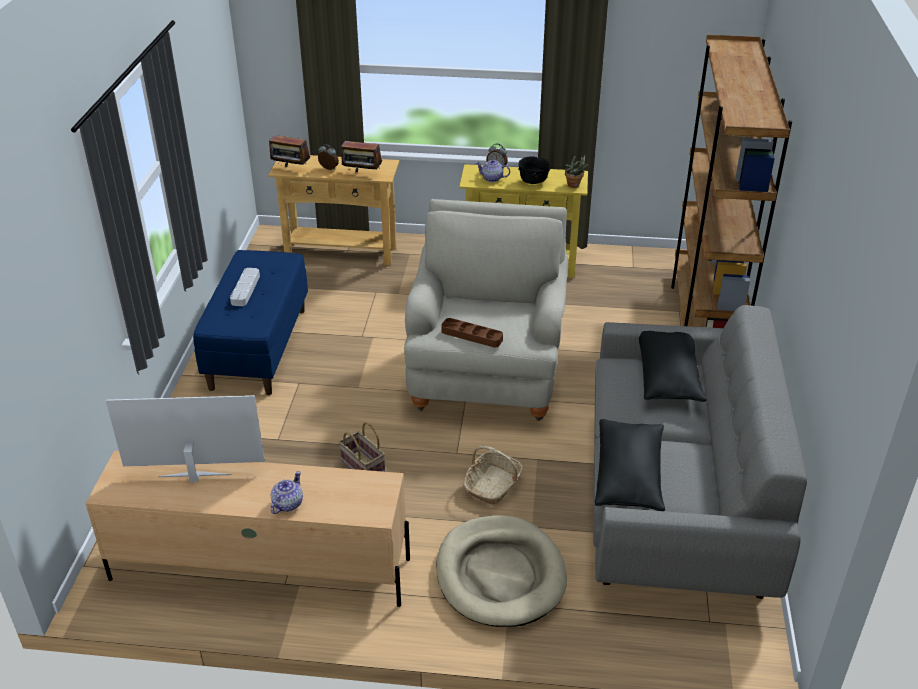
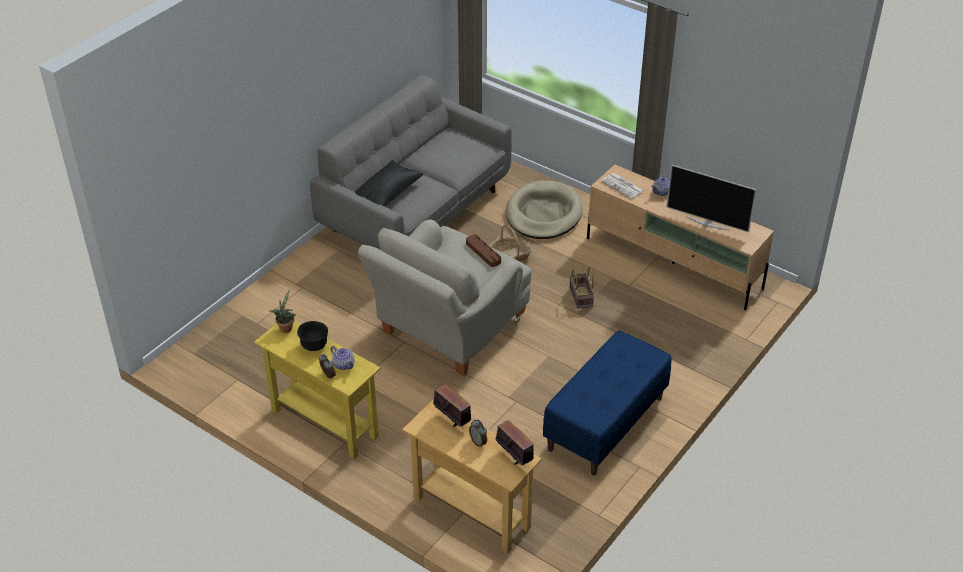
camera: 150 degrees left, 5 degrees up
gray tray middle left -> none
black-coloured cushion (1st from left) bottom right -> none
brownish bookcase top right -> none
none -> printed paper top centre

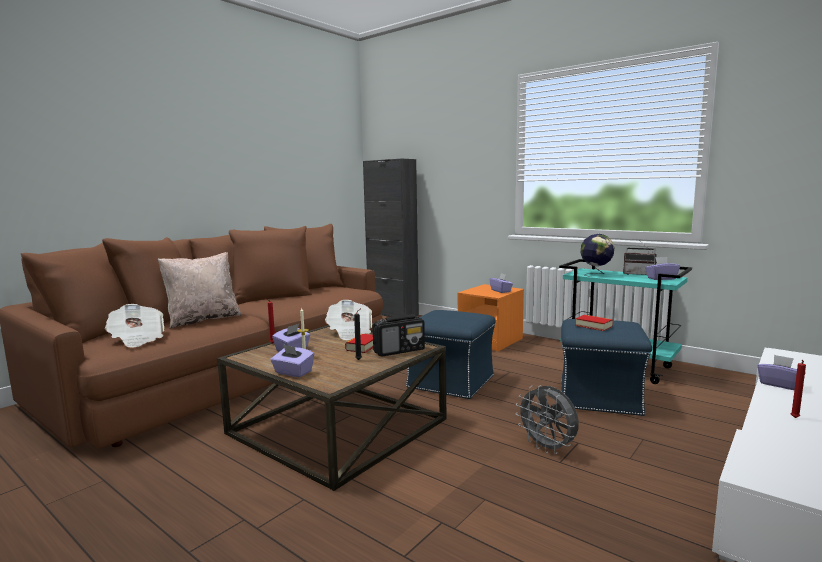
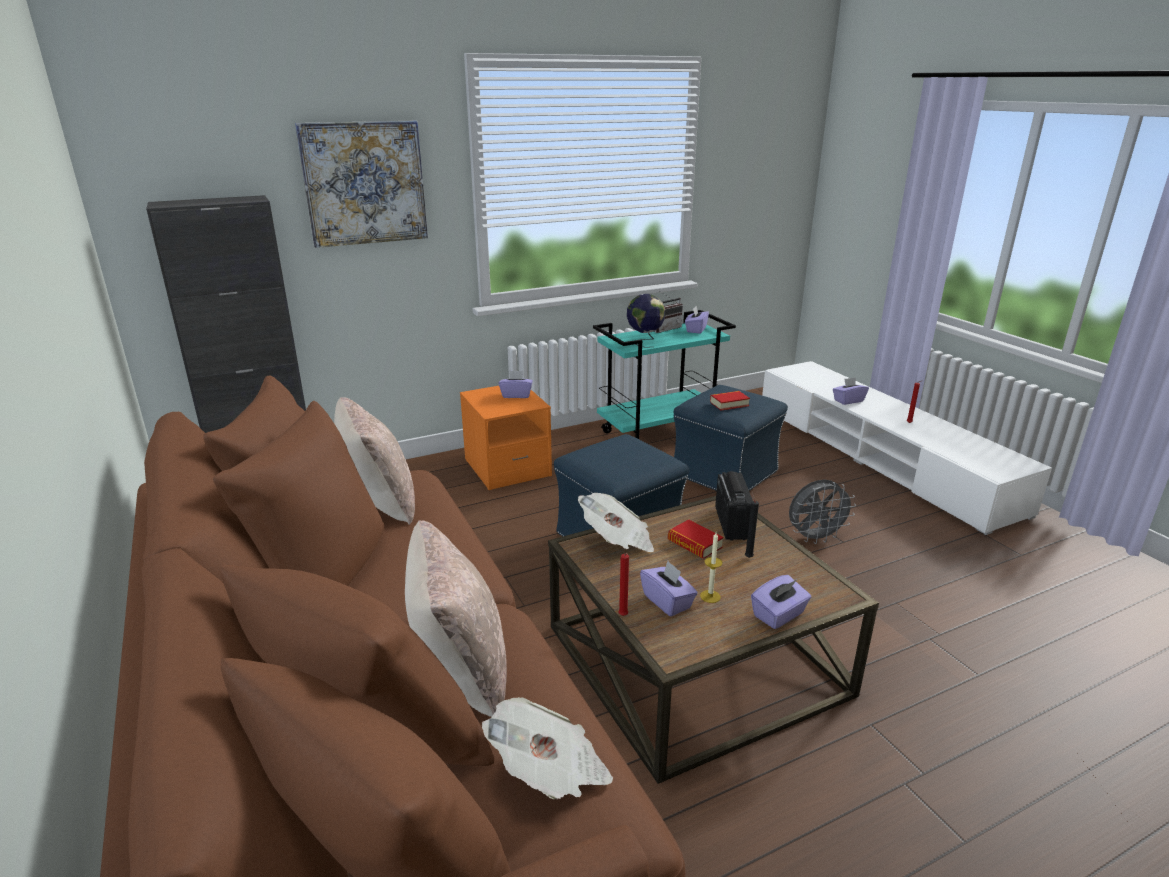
camera: 65 degrees left, 15 degrees up
none -> wall art top left
none -> sand-coloured cushion (1st from left) middle left

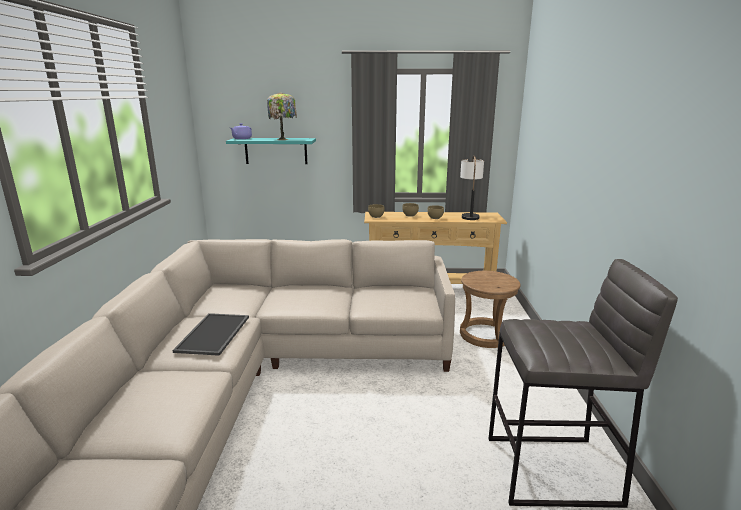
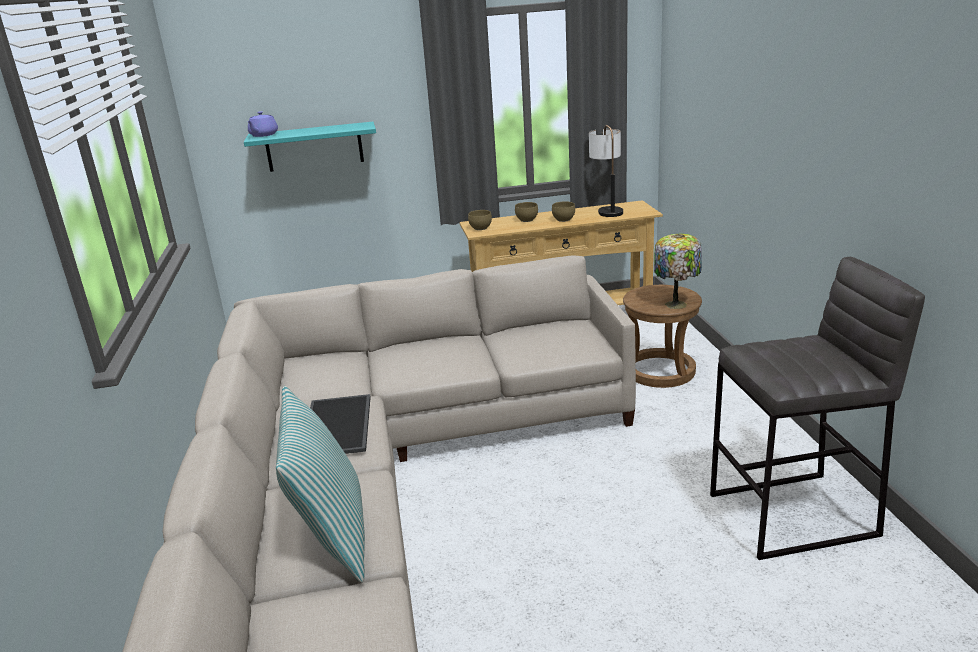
camera: 10 degrees left, 5 degrees up
none -> cushion bottom left
table lamp (1st from left in the first image) top centre -> table lamp (2nd from left) middle right, moved

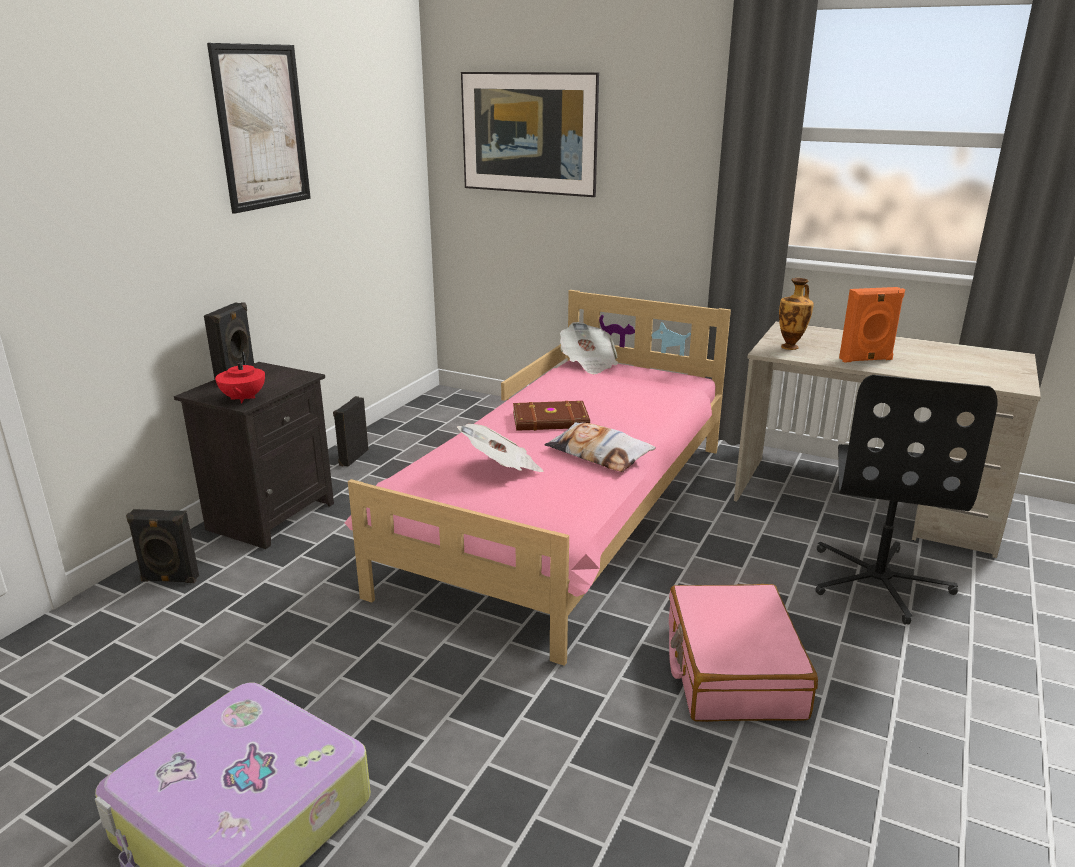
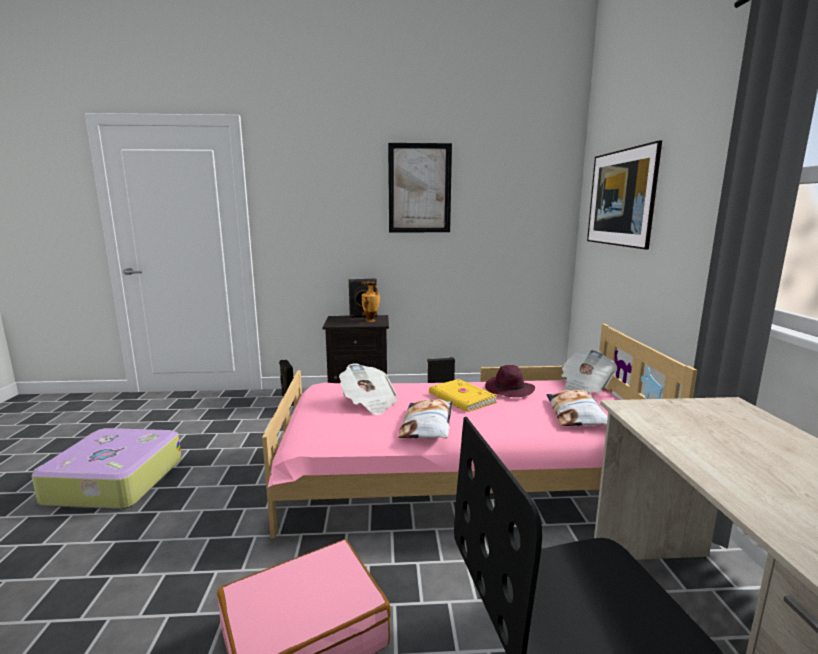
camera: 60 degrees right, 10 degrees down
red-coloured tea pot middle left -> none
orange-coloured speaker middle right -> none
none -> purple wearable hat centre
none -> cushion (2nd from left) middle right
decorative vase middle right -> decorative vase centre, moved
brownish book centre -> yellowish book centre

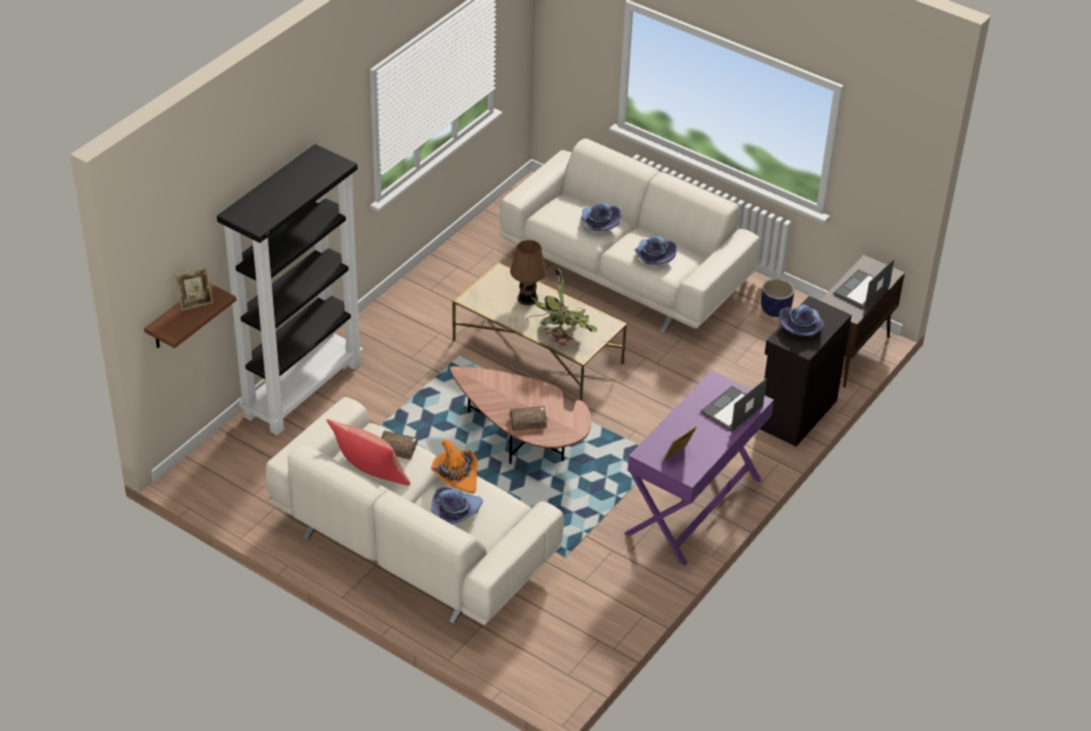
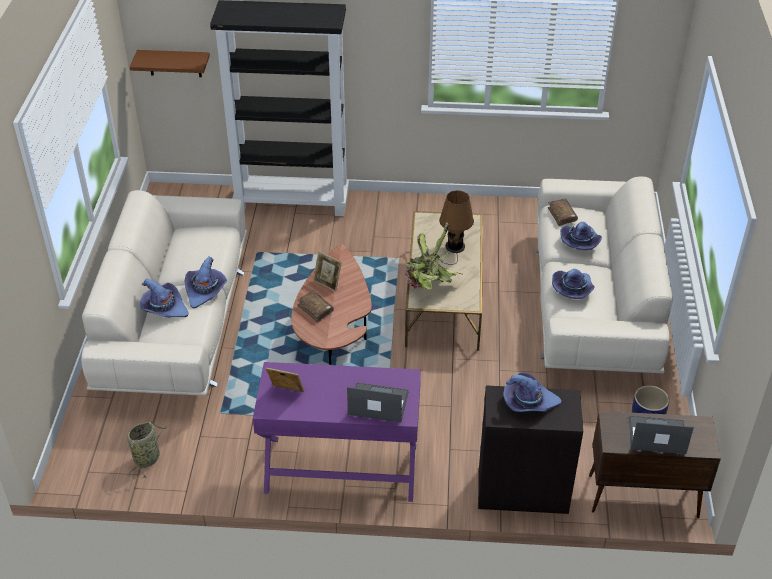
camera: 60 degrees right, 0 degrees up
red-coloured cushion centre -> none
none -> storage basket bottom left
photo frame (1st from left in the first image) middle left -> photo frame (2nd from left) centre, moved
brownish book (1st from left in the first image) centre -> brownish book (2nd from left) middle right, moved
orange-coloured wearable hat centre -> purple wearable hat (2nd from left) middle left

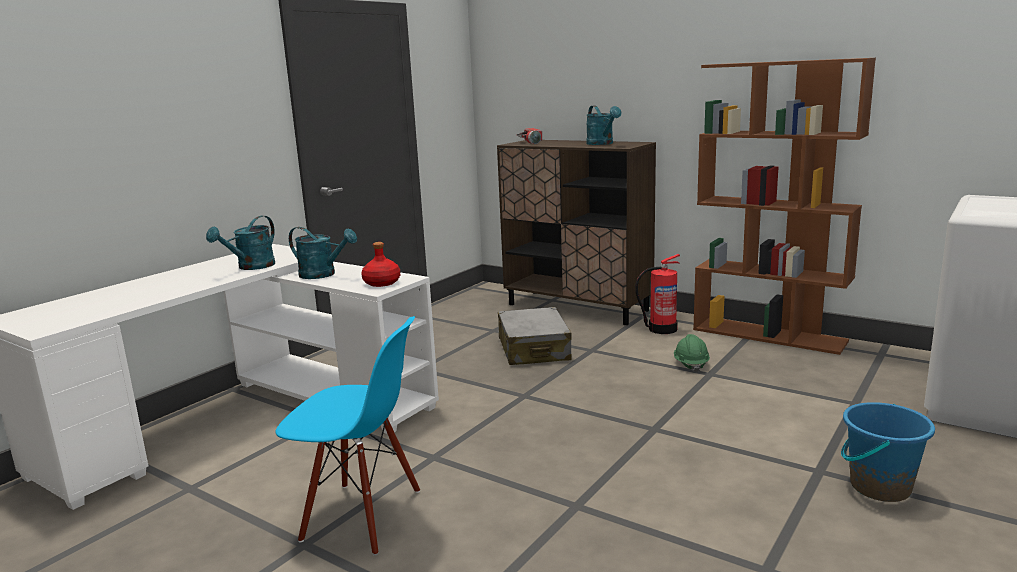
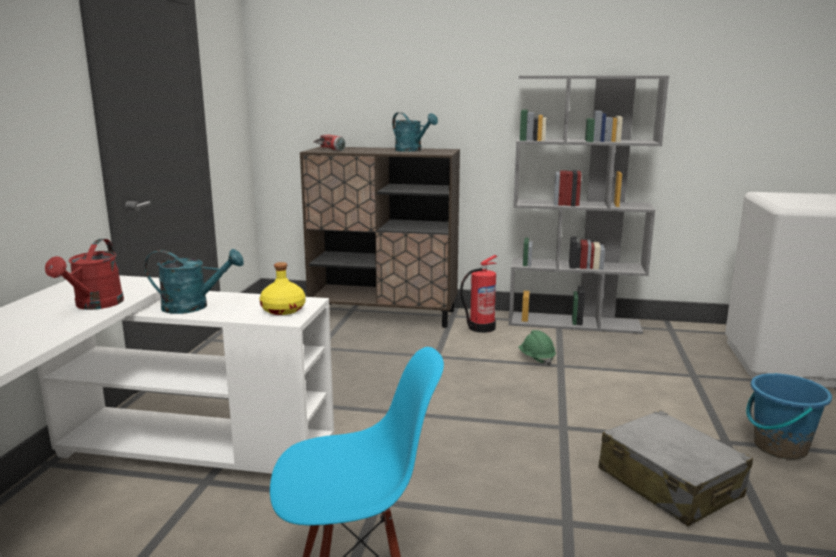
camera: 25 degrees left, 0 degrees up
gray travel case centre -> gray travel case bottom right, moved
turquoise sprinkling can (1st from left) middle left -> red-coloured sprinkling can middle left
red-coloured bottle centre -> yellowish bottle centre
brownish bookcase middle right -> gray bookcase middle right

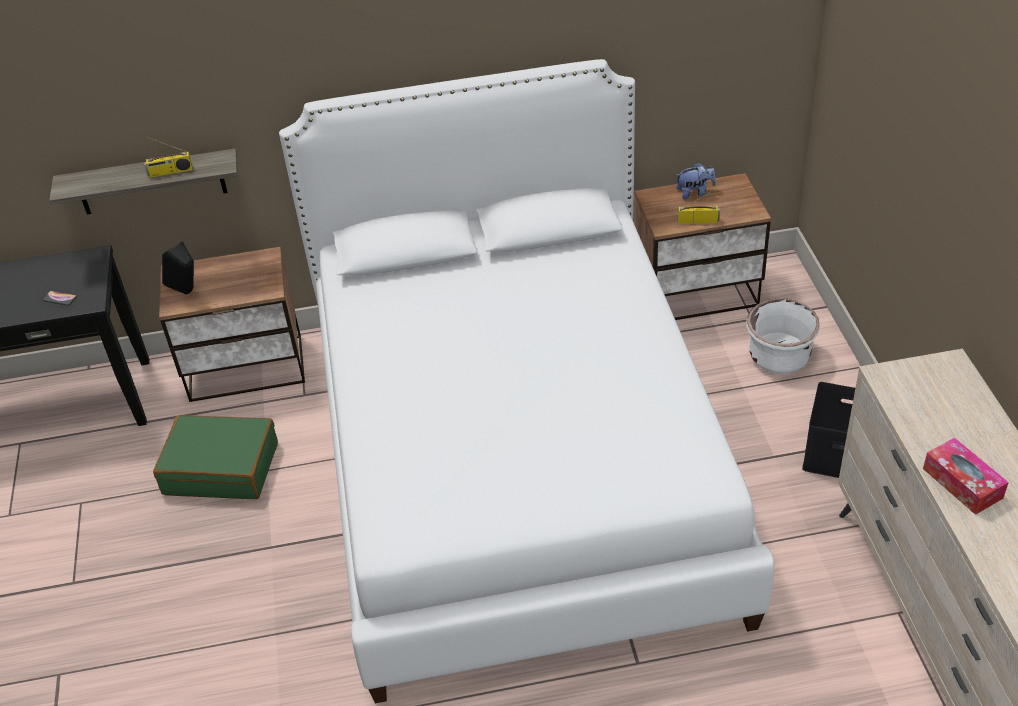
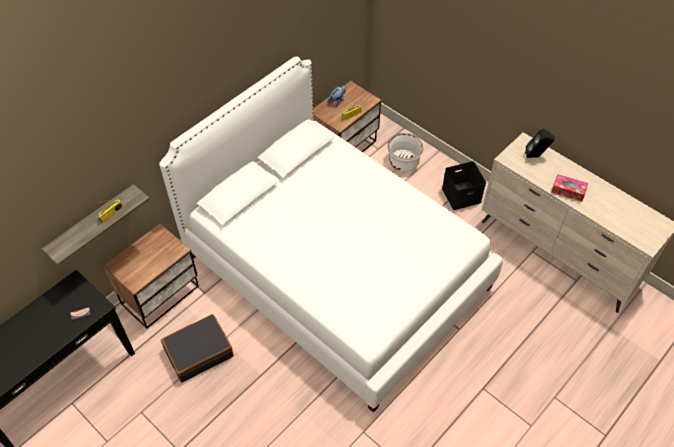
camera: 40 degrees left, 10 degrees up
black-coloured speaker middle left -> black-coloured speaker top right, moved
greenish travel case middle left -> black-coloured travel case bottom left

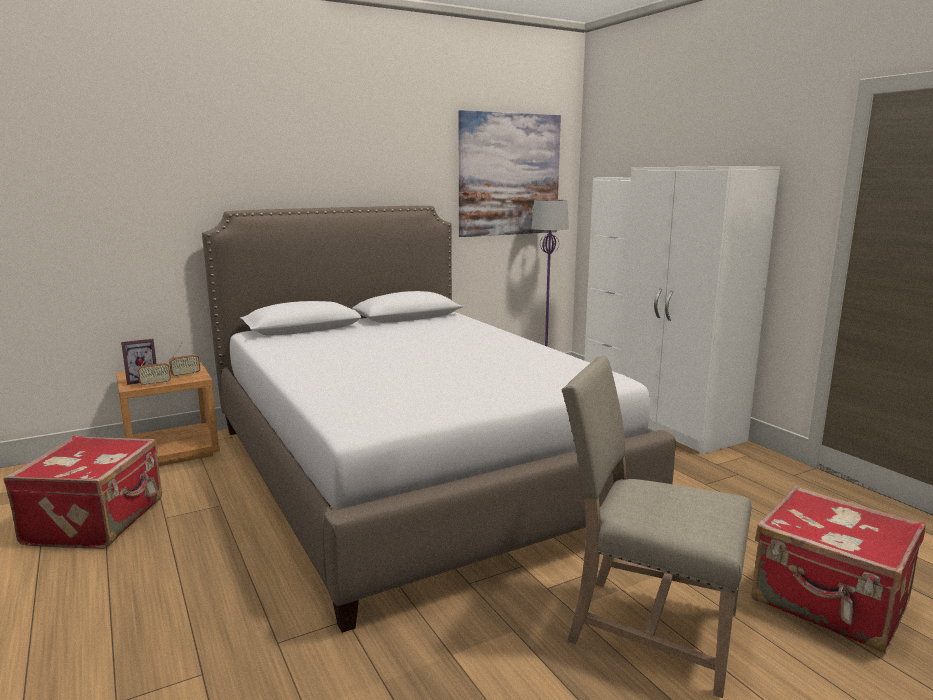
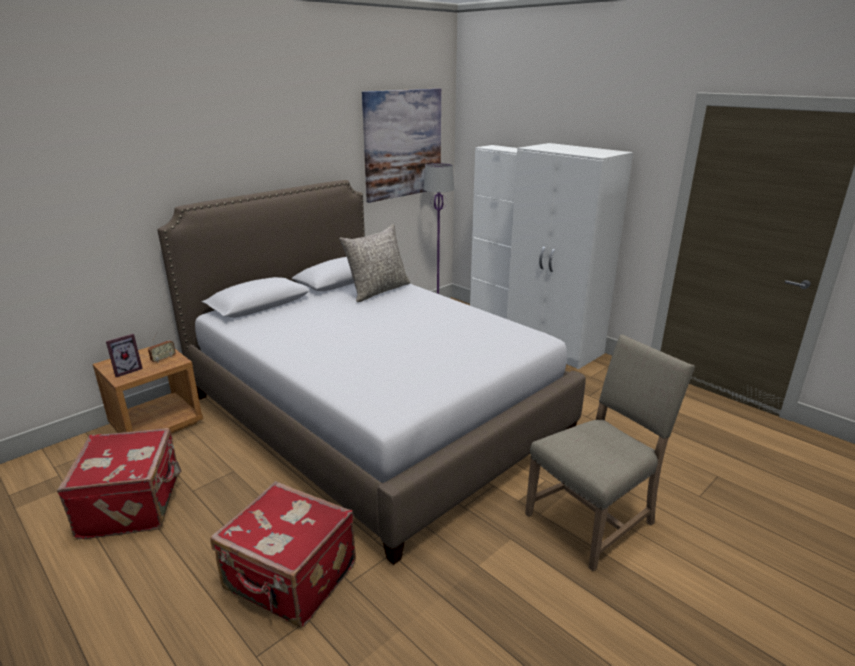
camera: 15 degrees left, 10 degrees up
radio receiver (1st from left) middle left -> none
none -> gray cushion centre
red-coloured travel case (2nd from left) bottom right -> red-coloured travel case (2nd from left) bottom left, moved
sand-coloured upright chair bottom right, 135 degrees clockwise

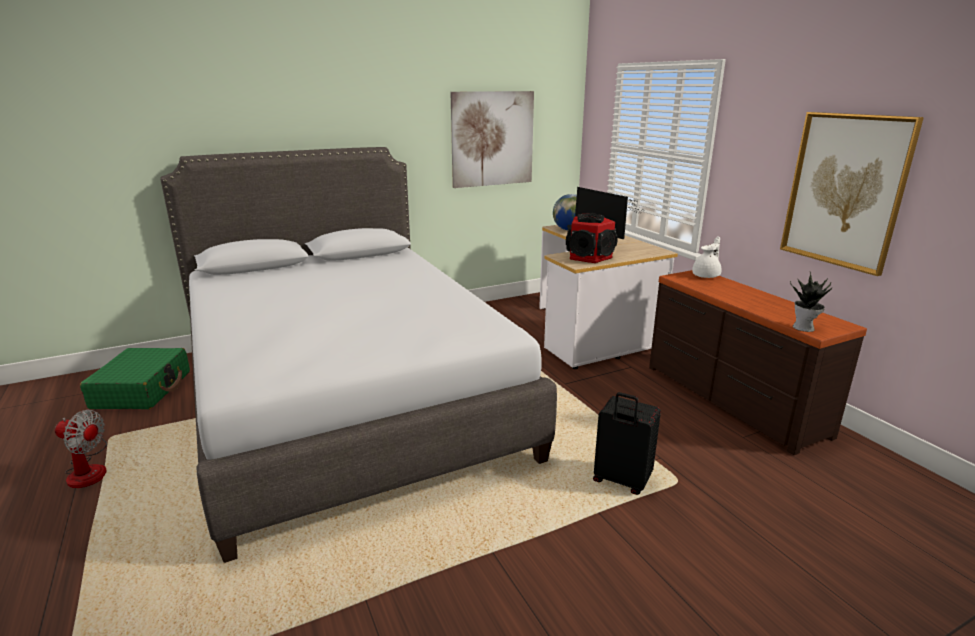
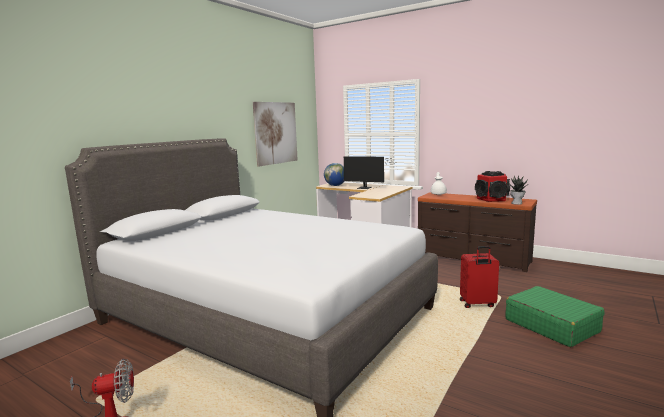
camera: 30 degrees left, 10 degrees down
wall art (2nd from left) top right -> none
greenish travel case middle left -> greenish travel case bottom right, moved
speaker centre -> speaker middle right, moved
black-coloured travel case bottom centre -> red-coloured travel case middle right

